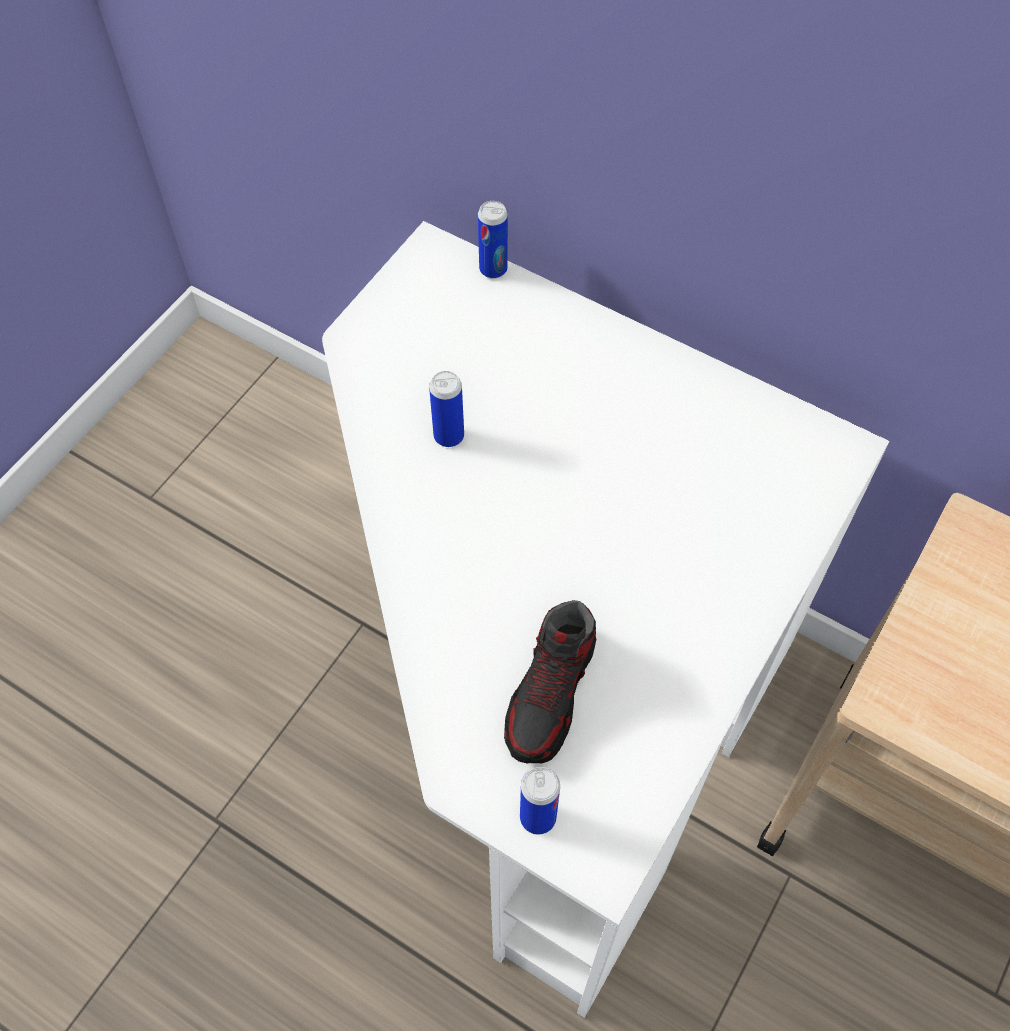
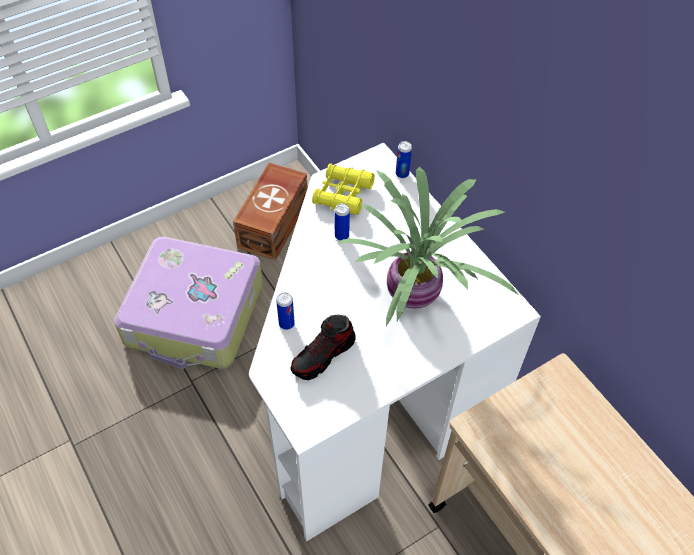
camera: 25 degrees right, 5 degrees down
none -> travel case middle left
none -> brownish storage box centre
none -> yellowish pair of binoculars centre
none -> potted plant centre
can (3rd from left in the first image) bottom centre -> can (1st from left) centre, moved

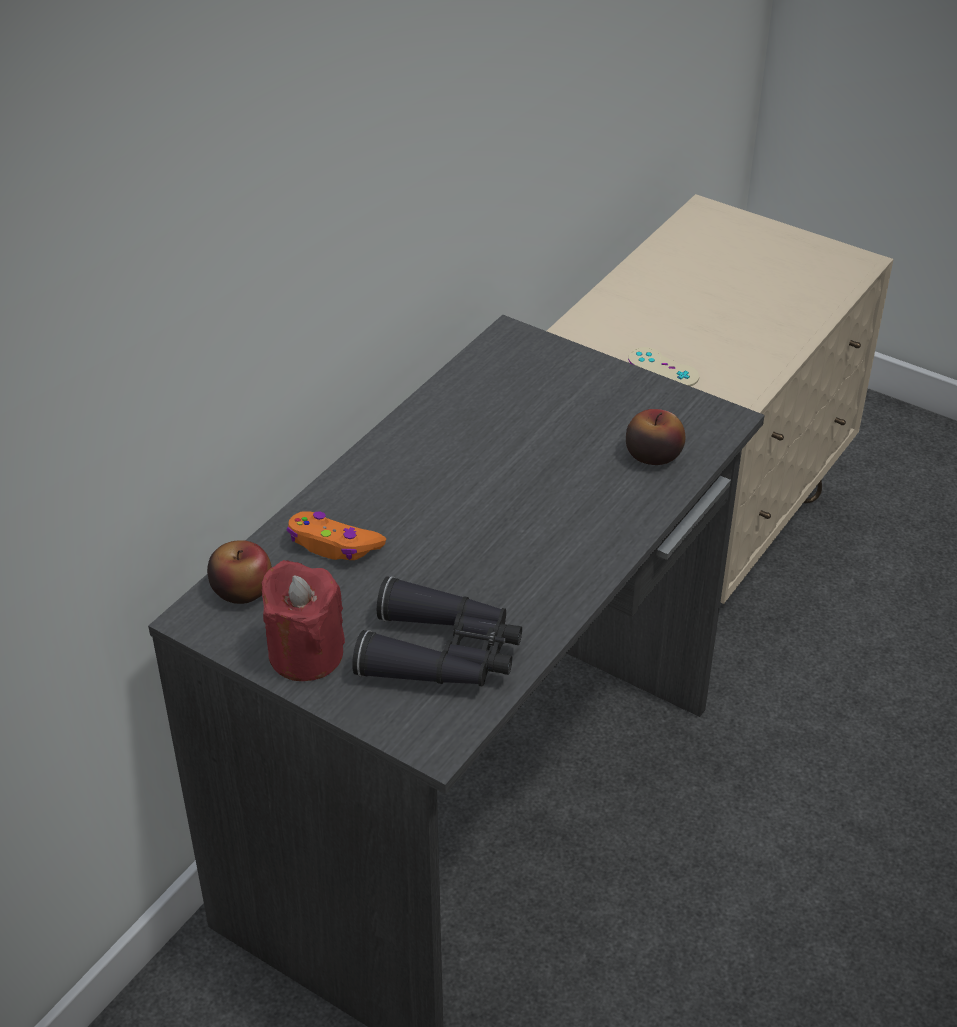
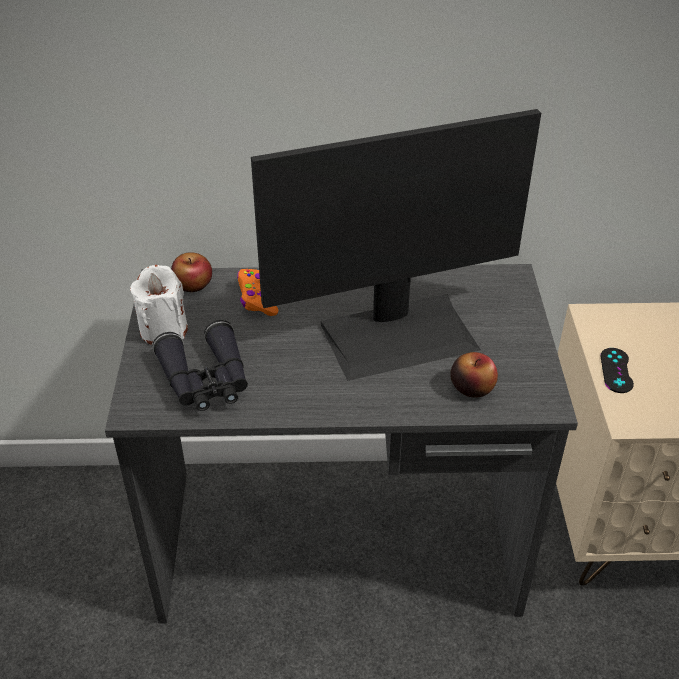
camera: 55 degrees right, 0 degrees up
none -> computer screen centre
red-coloured wax light middle left -> white-coloured wax light middle left
sand-coloured gamepad middle right -> black-coloured gamepad middle right

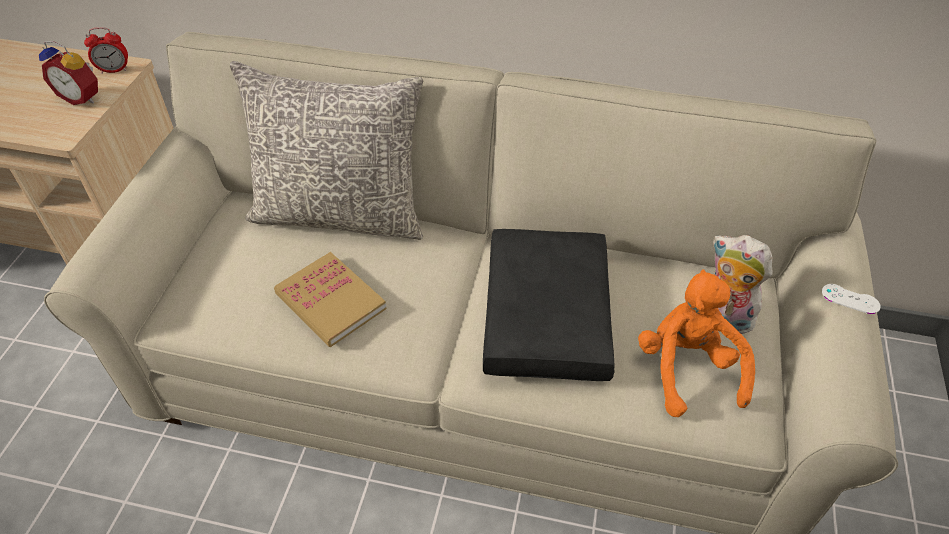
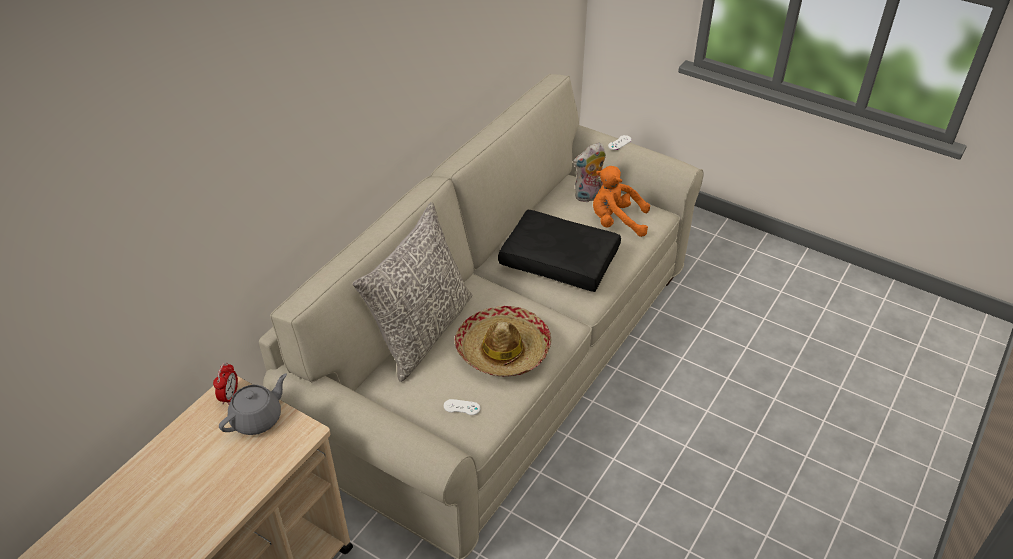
camera: 70 degrees left, 5 degrees down
none -> white-coloured gamepad (1st from left) bottom centre
bedside clock (1st from left) top left -> gray tea pot bottom left
book centre -> wearable hat centre

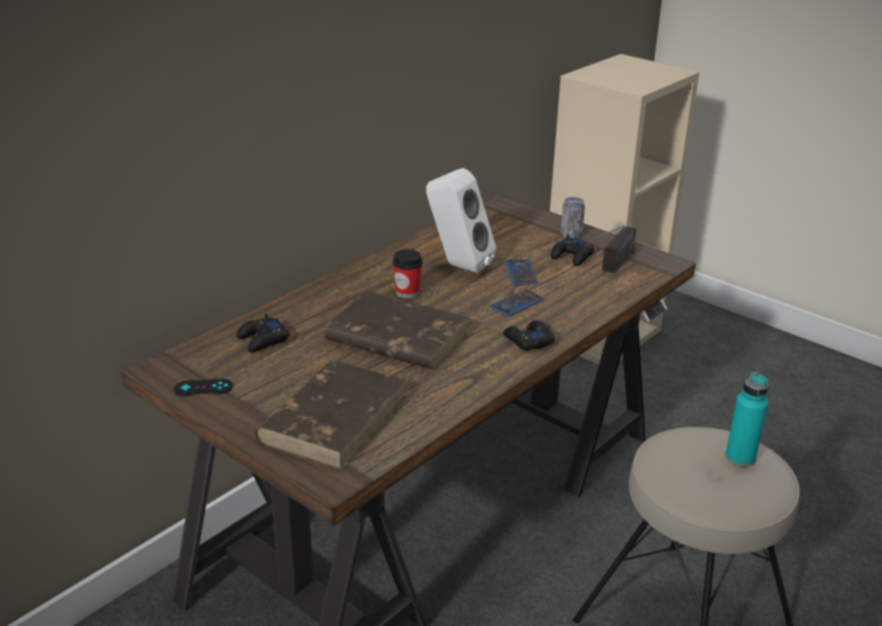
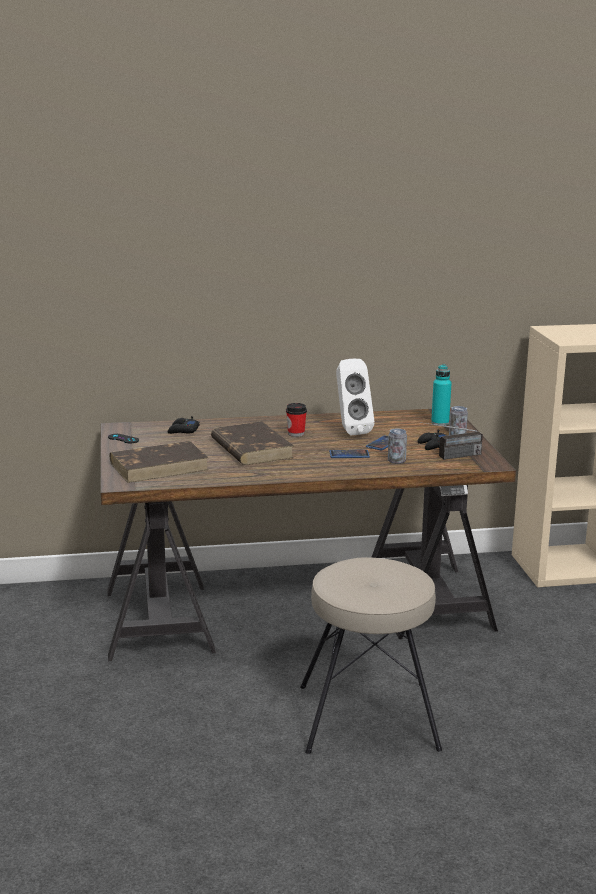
camera: 40 degrees right, 10 degrees down
black-coloured gamepad (3rd from left) centre -> none
none -> can (1st from left) centre
turquoise bottle bottom right -> turquoise bottle middle right, moved

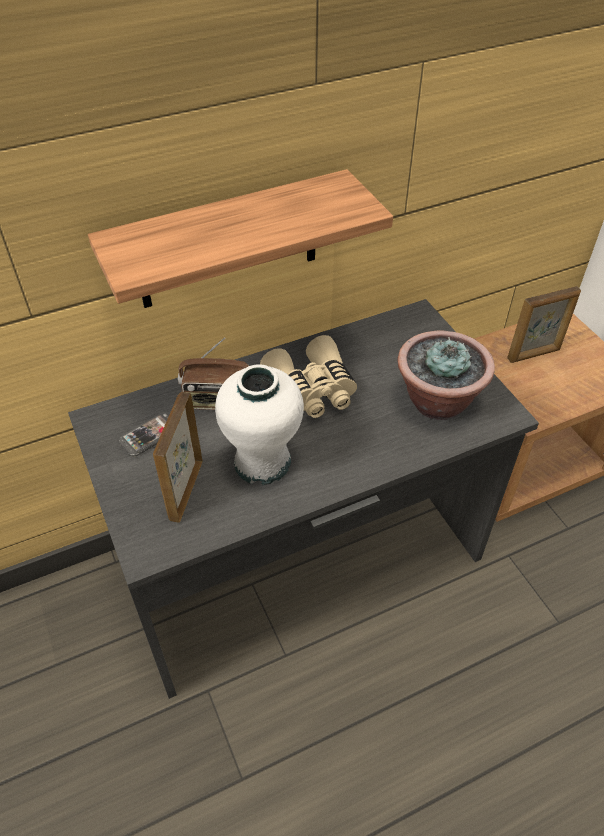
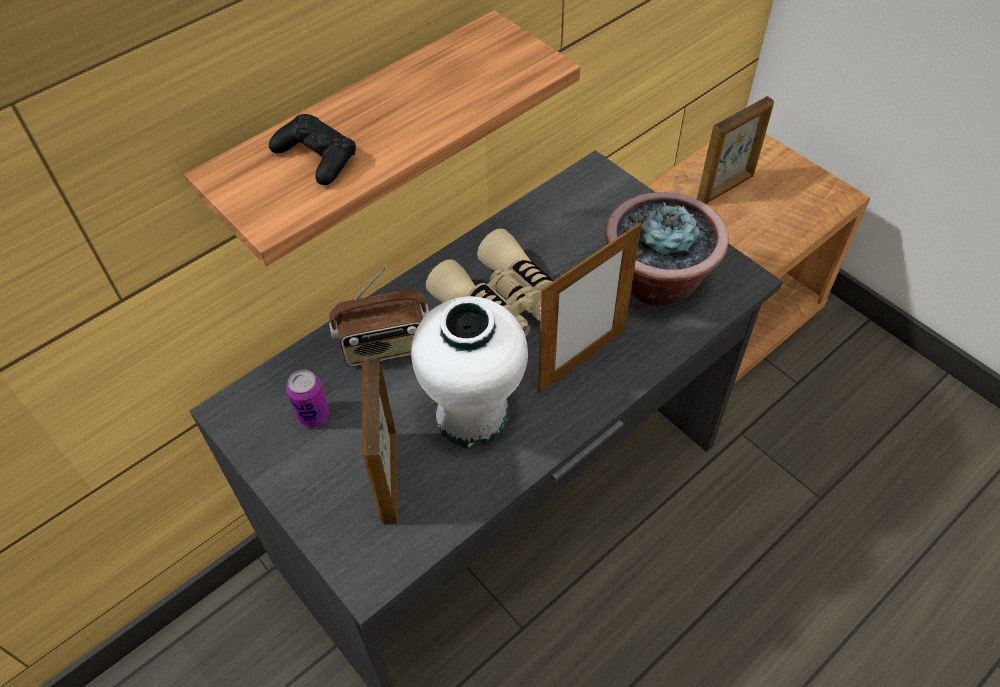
camera: 15 degrees left, 5 degrees up
none -> black-coloured gamepad top left
none -> photo frame (2nd from left) centre
phone middle left -> can middle left

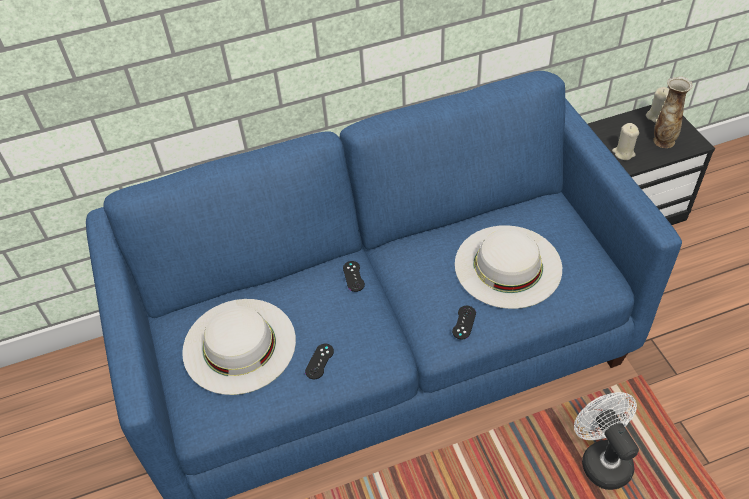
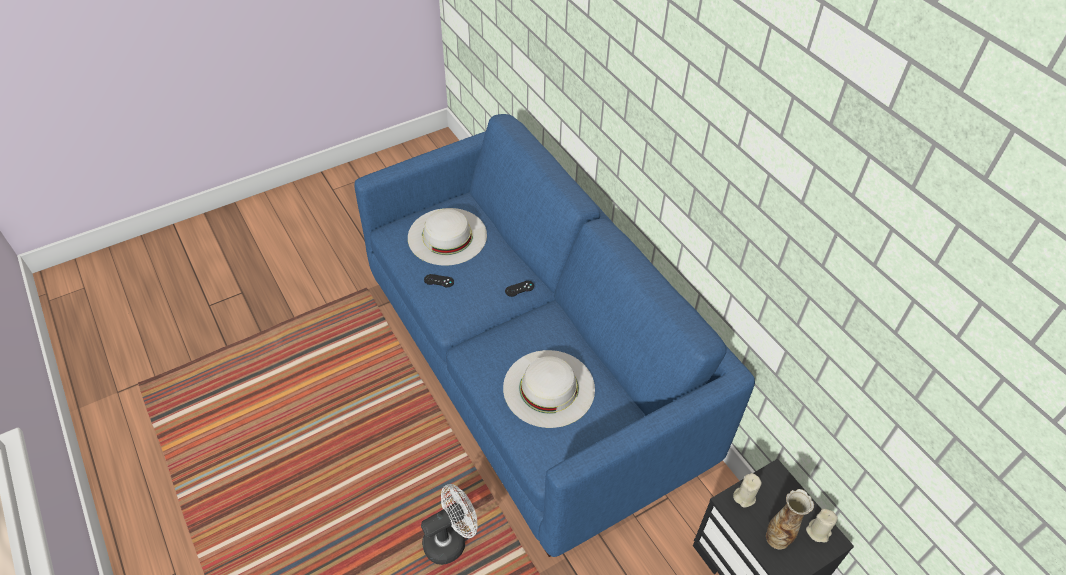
camera: 75 degrees right, 0 degrees up
black-coloured gamepad (3rd from left) centre -> none

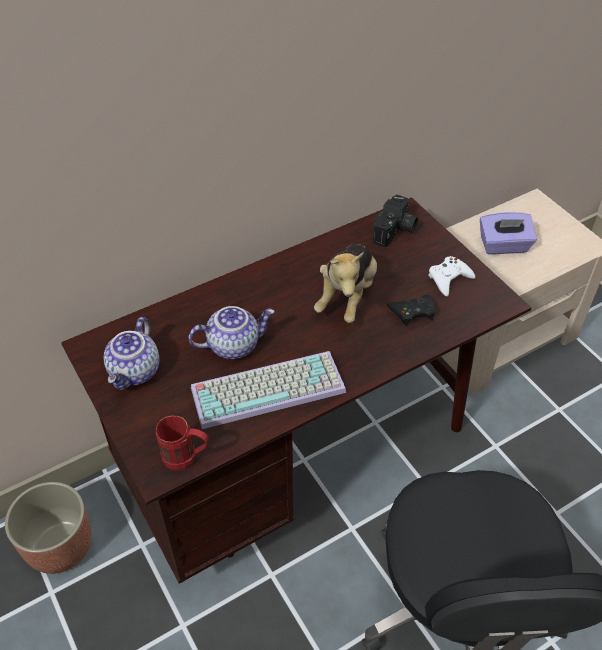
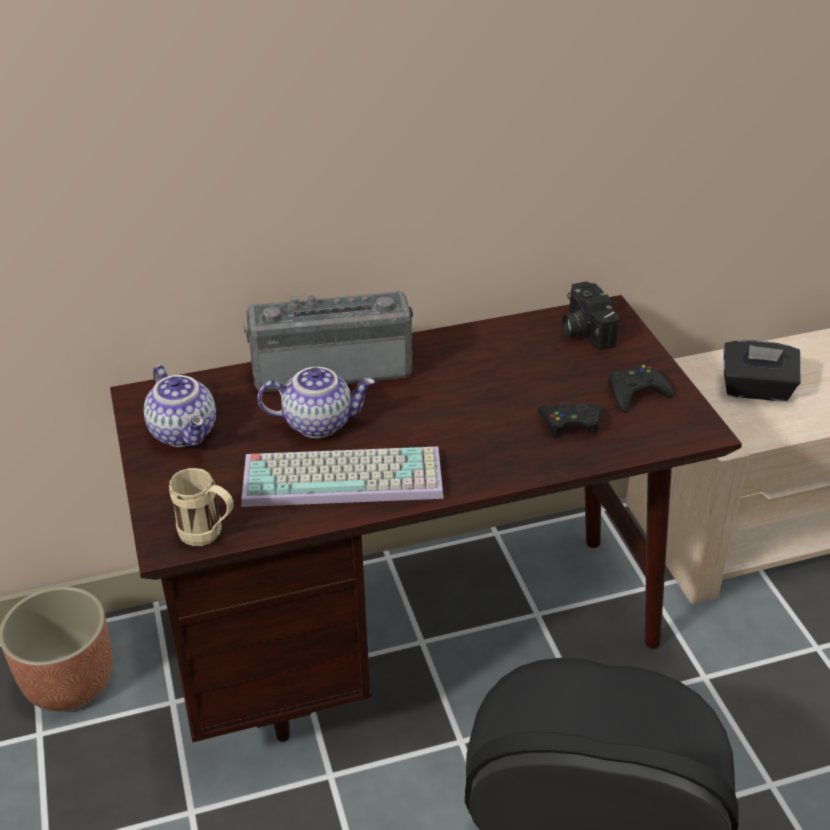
camera: 15 degrees right, 10 degrees down
plush toy centre -> none
none -> radio receiver centre
red-coloured mug bottom left -> sand-coloured mug middle left
white-coloured gamepad middle right -> black-coloured gamepad (2nd from left) middle right
purple tissue holder middle right -> black-coloured tissue holder middle right
tea pot (1st from left) middle left, 60 degrees counterclockwise
photo camera centre -> photo camera middle right, 120 degrees clockwise

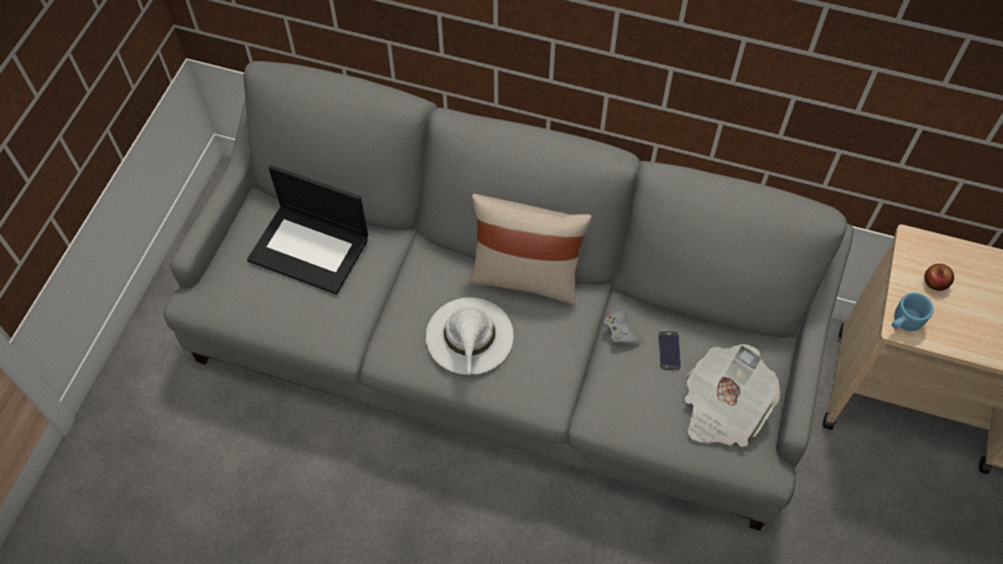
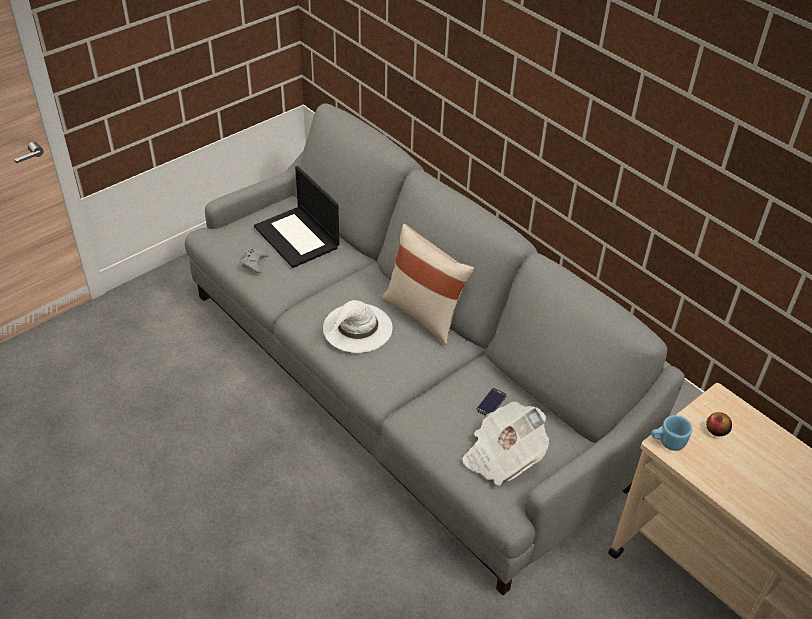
camera: 30 degrees right, 15 degrees down
gray gamepad centre -> gray gamepad middle left, moved

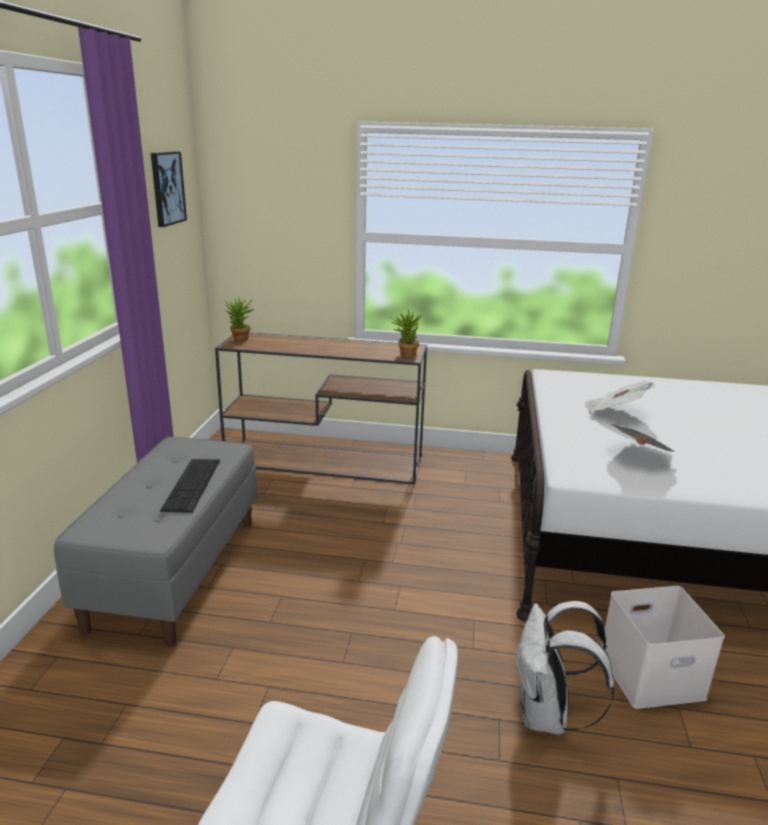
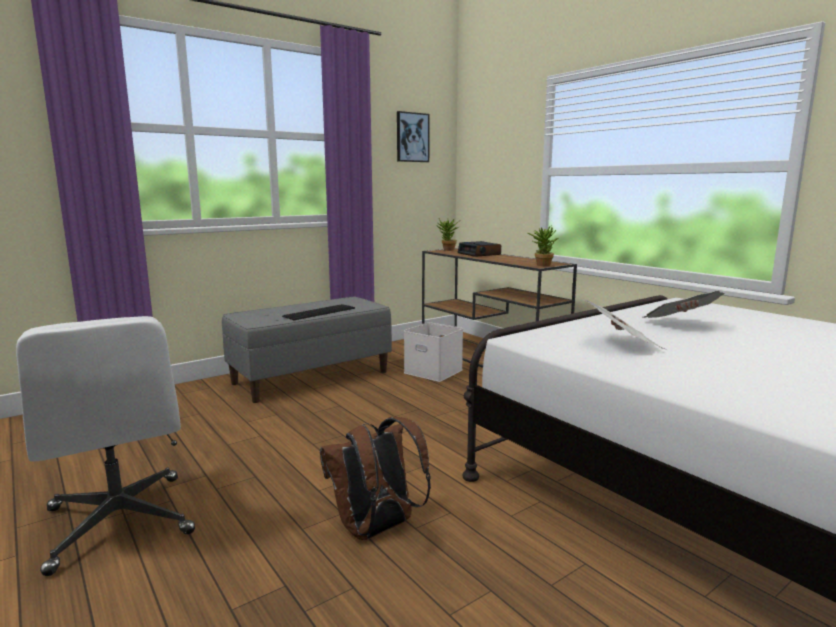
camera: 45 degrees right, 10 degrees down
none -> bedside clock centre
white-coloured storage box bottom right -> white-coloured storage box centre, moved
white-coloured backpack bottom right -> brownish backpack bottom centre

